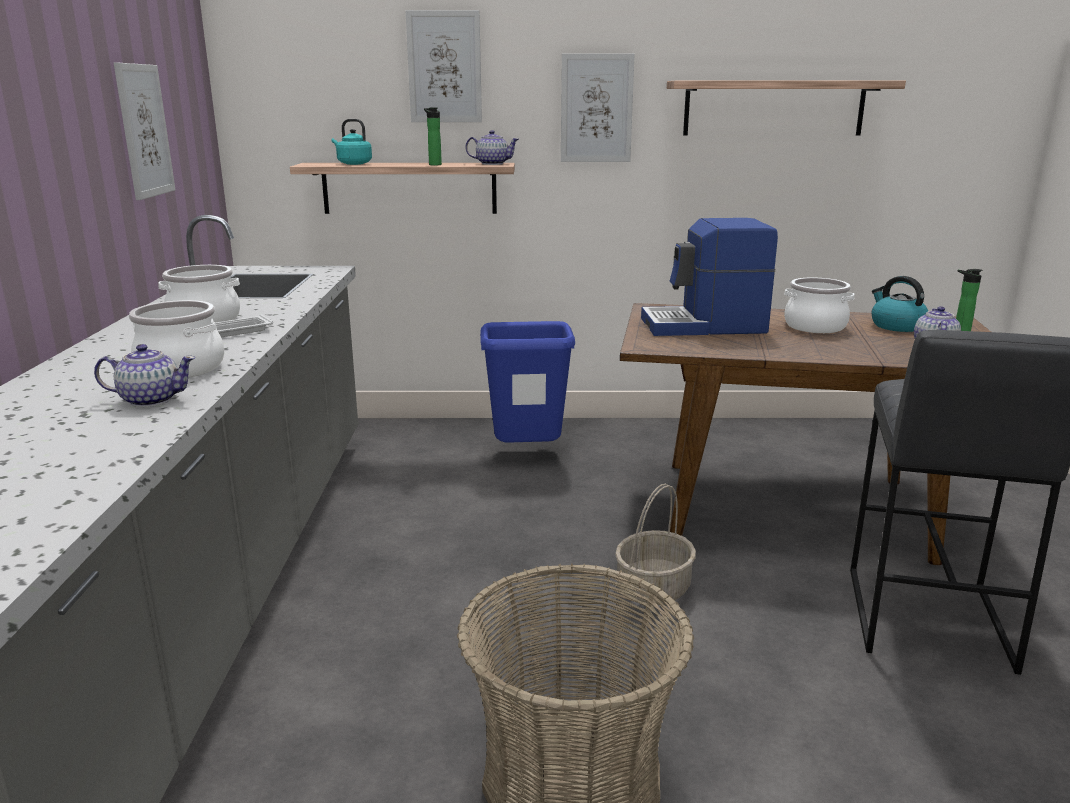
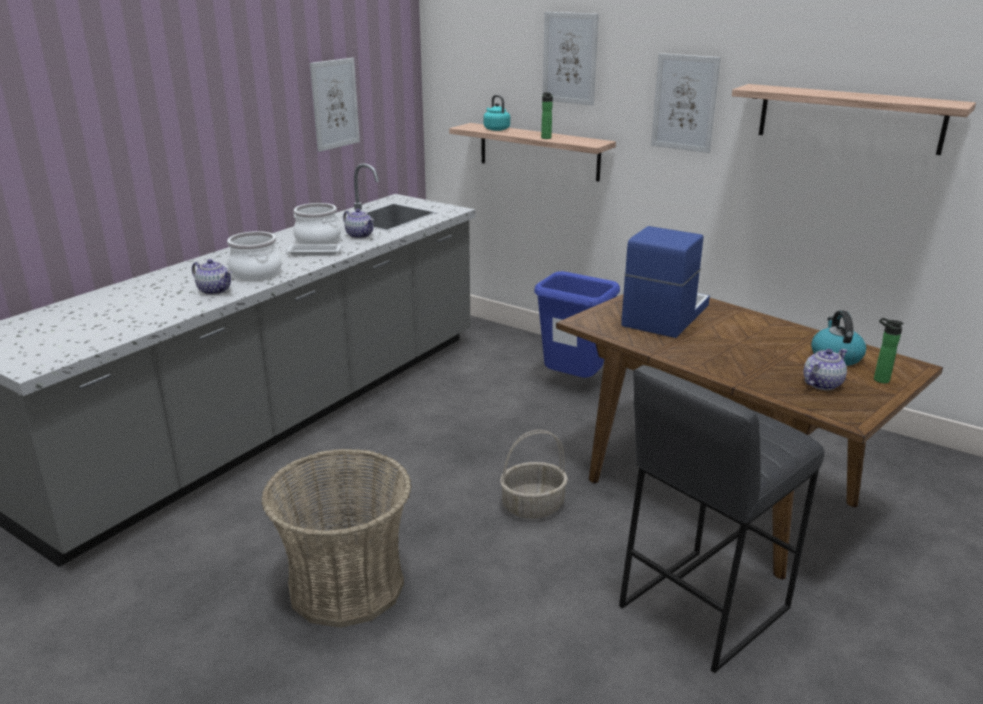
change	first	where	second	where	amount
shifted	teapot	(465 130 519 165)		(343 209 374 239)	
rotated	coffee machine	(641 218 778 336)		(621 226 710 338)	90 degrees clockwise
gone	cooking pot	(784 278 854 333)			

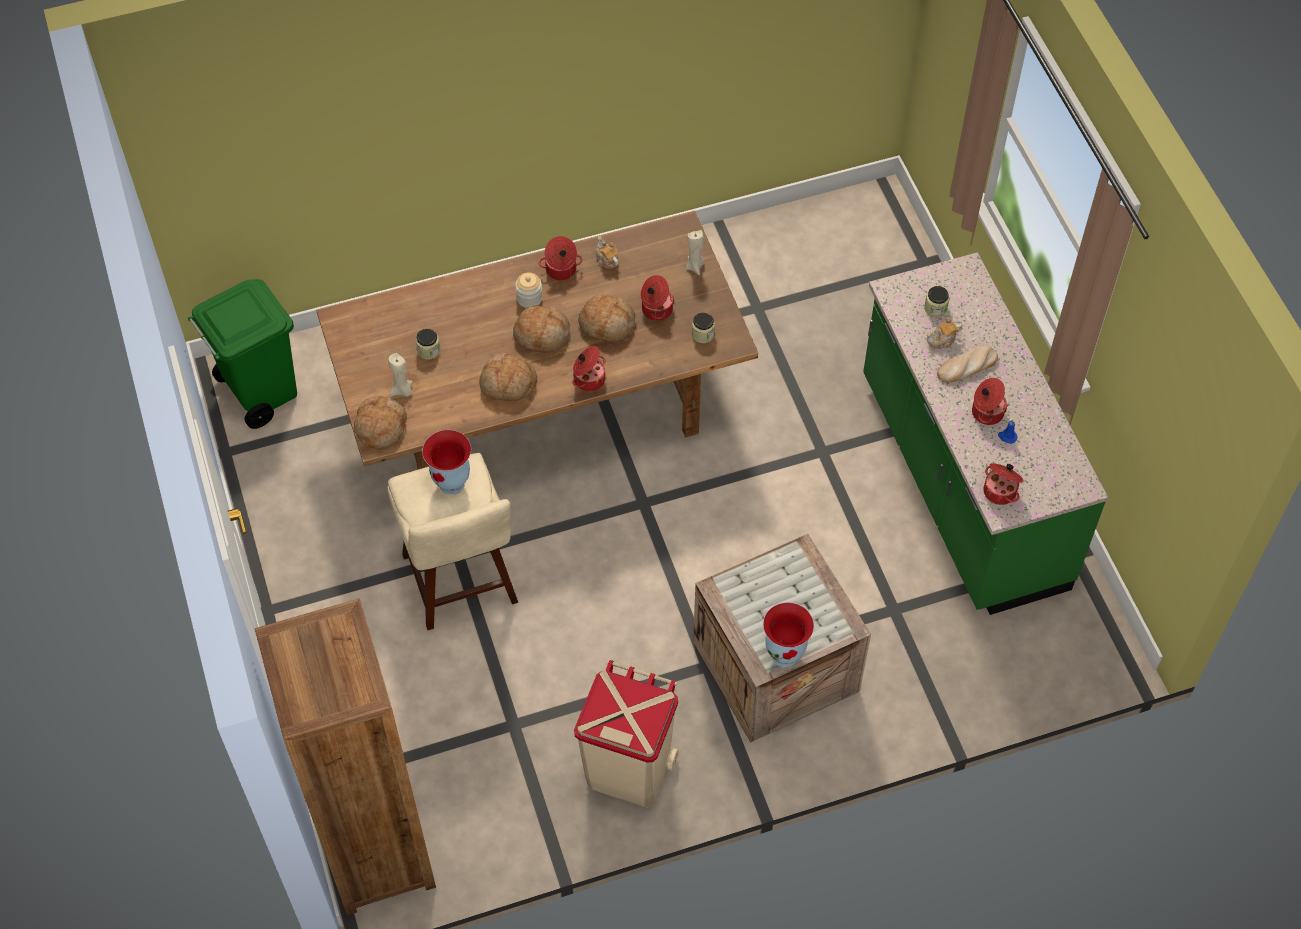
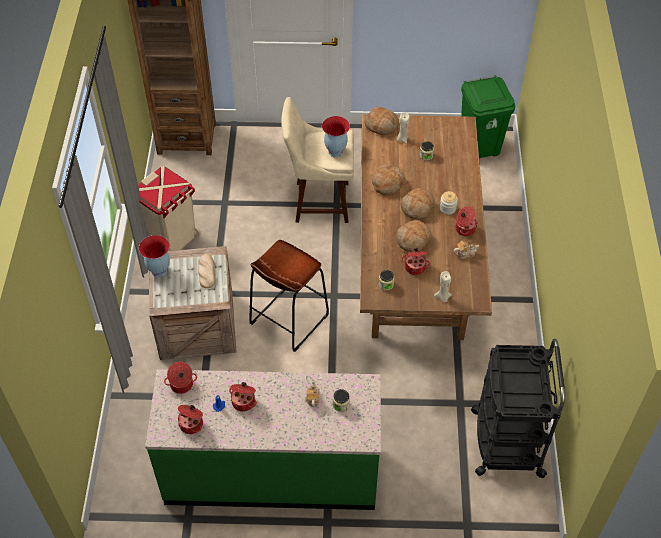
change	first	where	second	where	amount
shifted	cooking pot	(572 346 605 391)		(178 405 203 434)	
shifted	bread	(937 345 998 382)		(198 254 215 288)	
new			stool/brown	(249 240 329 352)	
new			cart/black	(471 339 565 478)	

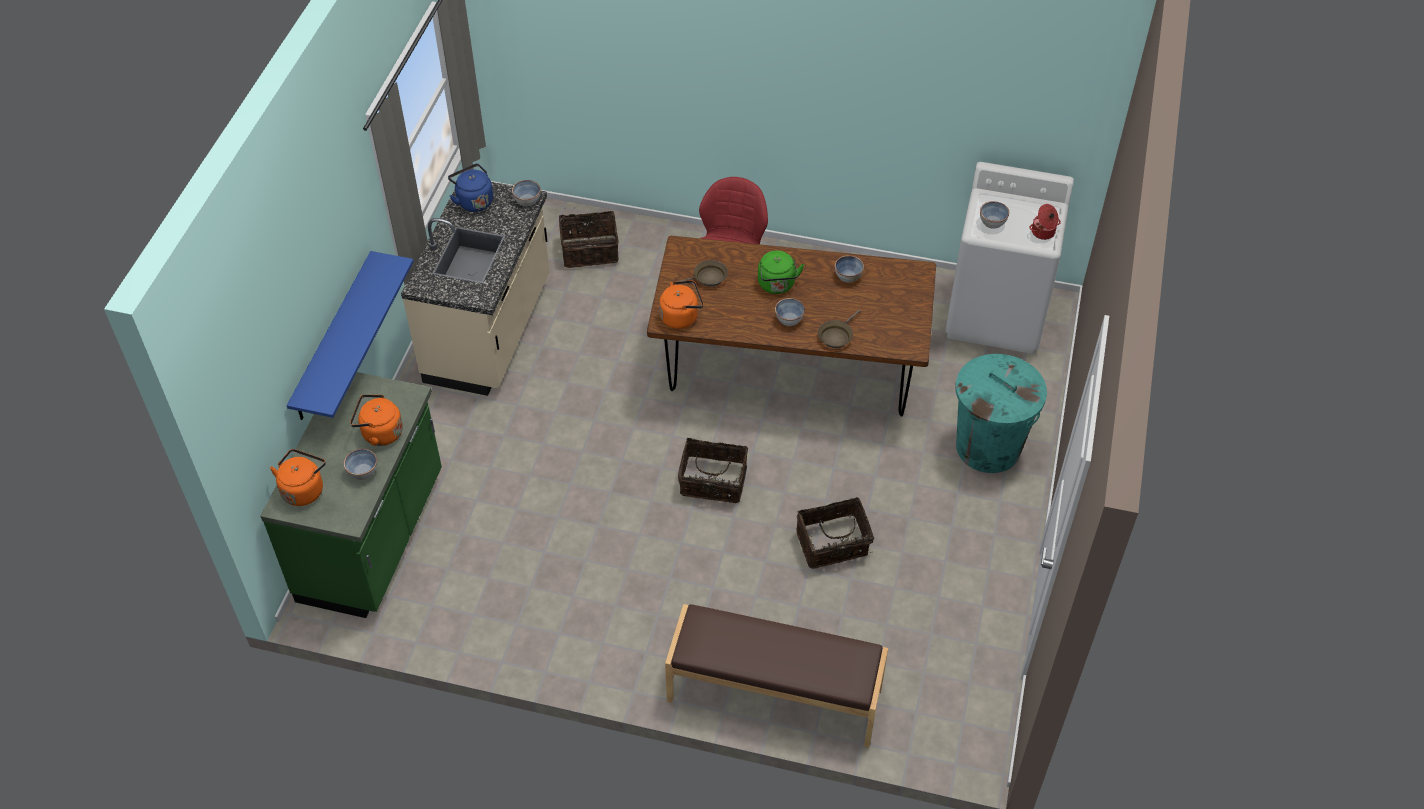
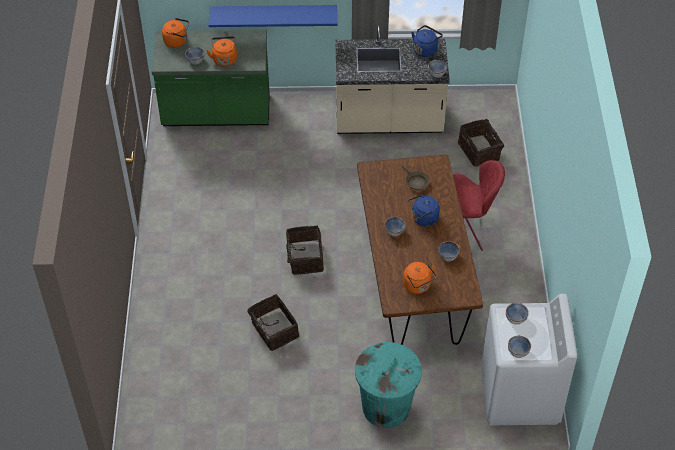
change	first	where	second	where	amount
shifted	kettle/orange	(659 280 703 329)		(403 262 437 294)	
repainted	kettle/green	(758 251 804 294)	kettle/blue	(408 194 440 226)	
swapped	cooking pot	(1029 204 1061 240)	bowl	(508 336 531 358)	
gone	bench/brown	(665 604 888 747)			
gone	frying pan/brown	(818 309 860 348)			

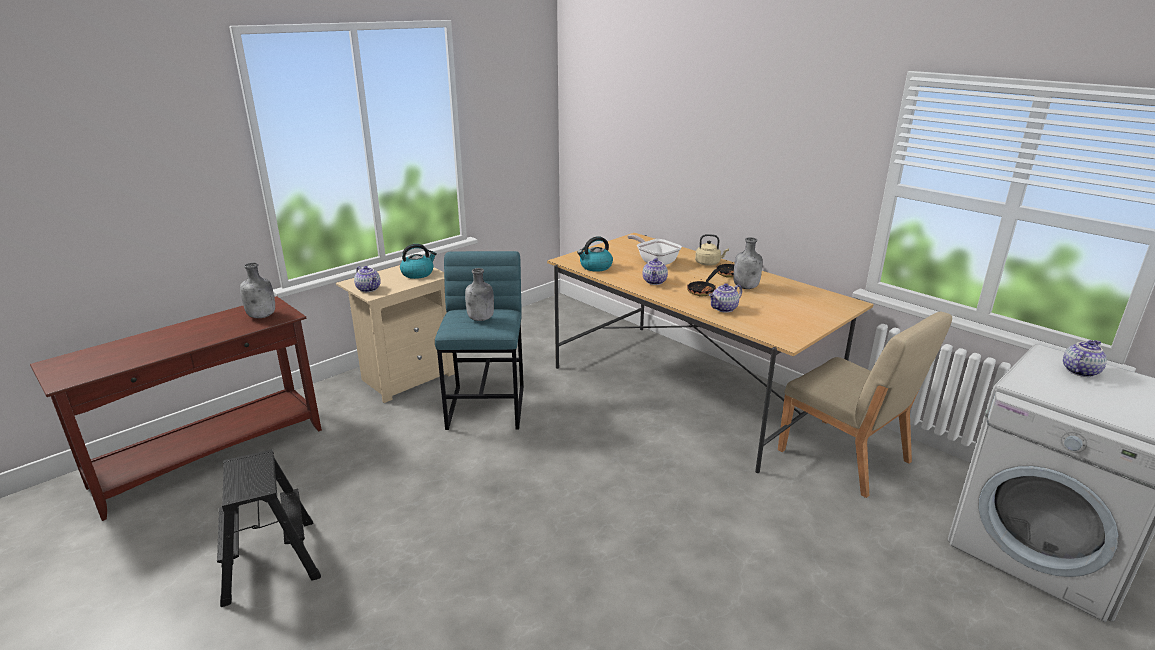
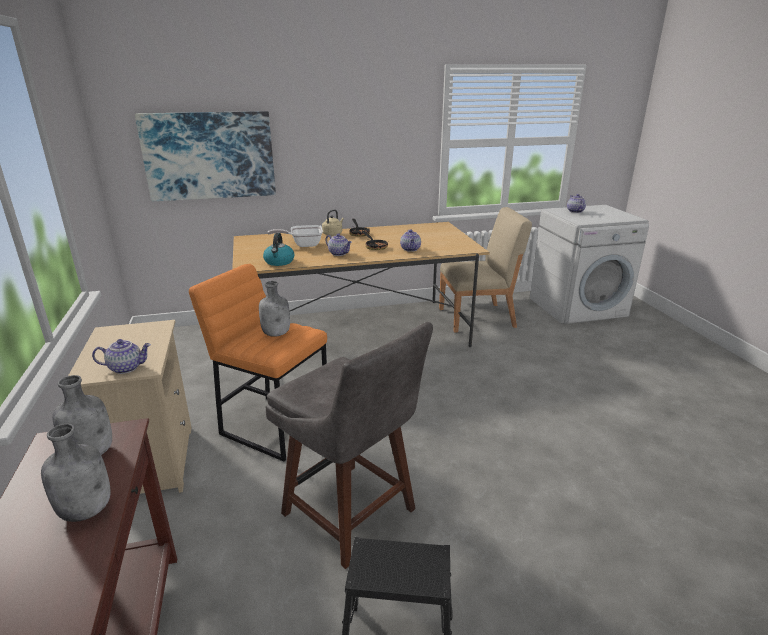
change	first	where	second	where	amount
shifted	bottle/grey	(733 237 763 289)		(41 424 111 522)	
new			picture	(135 111 276 201)	
repainted	stool/blue	(435 251 524 430)	stool/orange	(189 264 327 461)	
new			stool/grey	(266 322 433 569)	
gone	kettle	(400 244 437 279)			

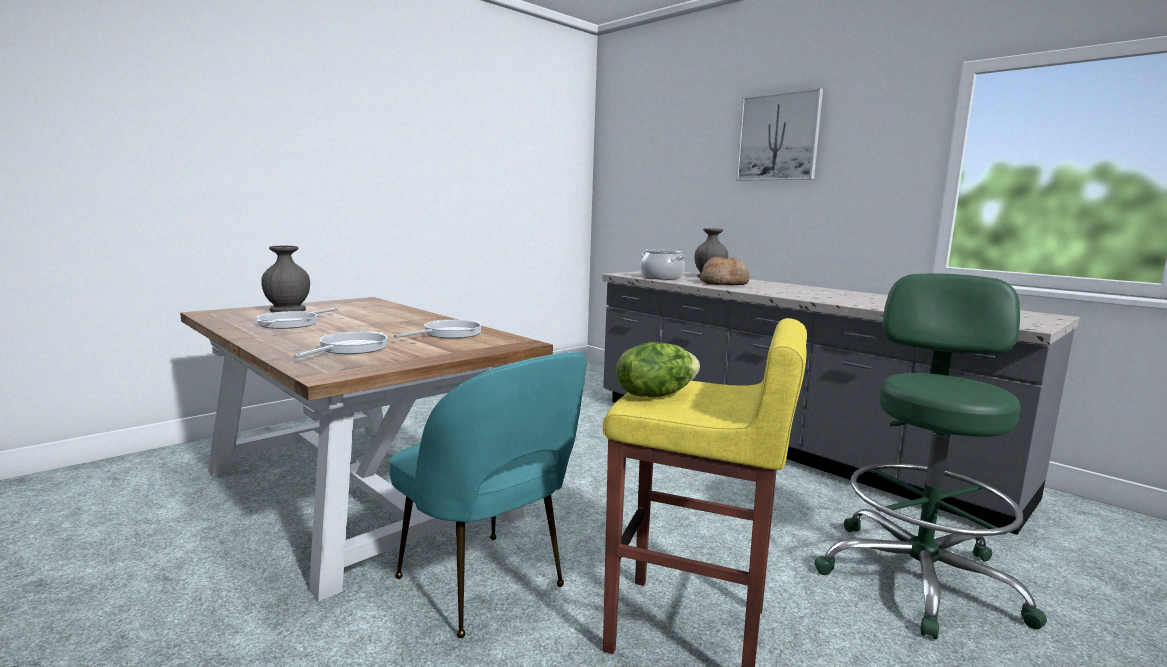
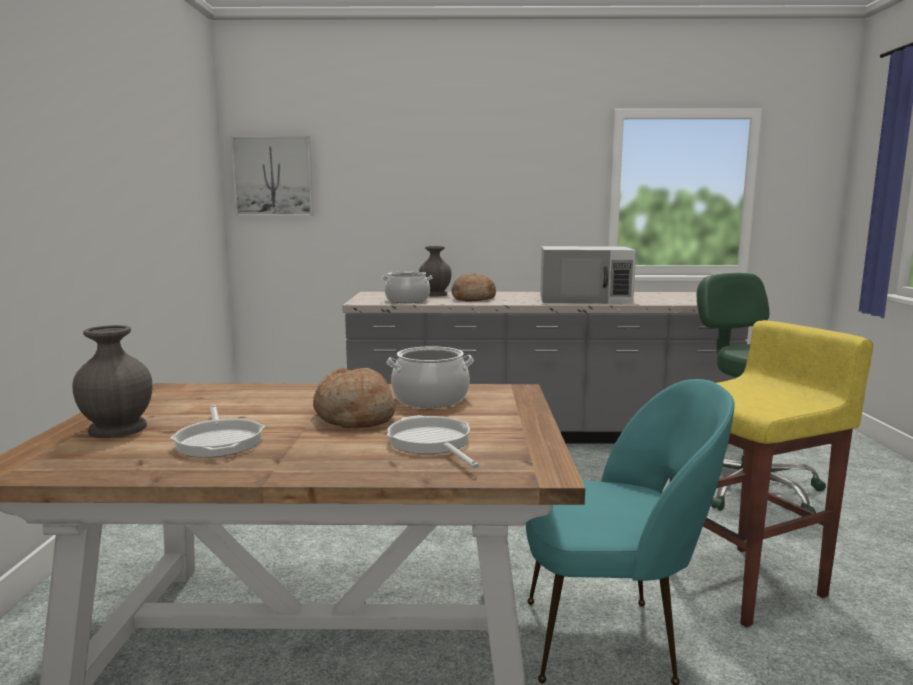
change	first	where	second	where	amount
shifted	picture	(736 88 823 181)		(230 136 314 216)	
new			bread	(313 368 395 428)	
swapped	frying pan	(394 320 482 338)	cooking pot	(386 346 474 408)	
new			microwave/white	(540 246 636 304)	
gone	lettuce	(616 342 700 398)			

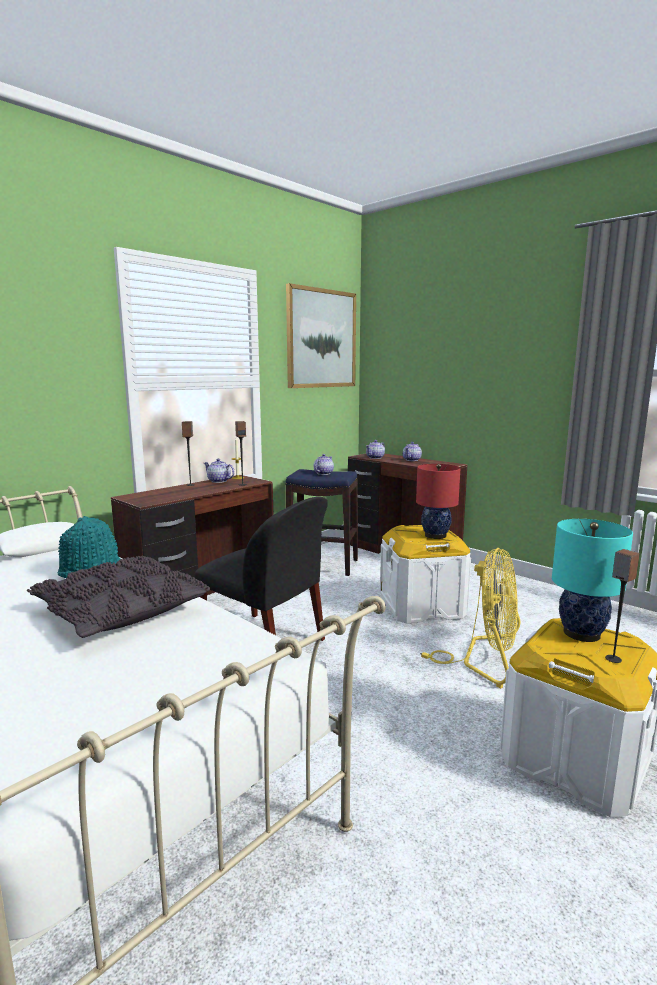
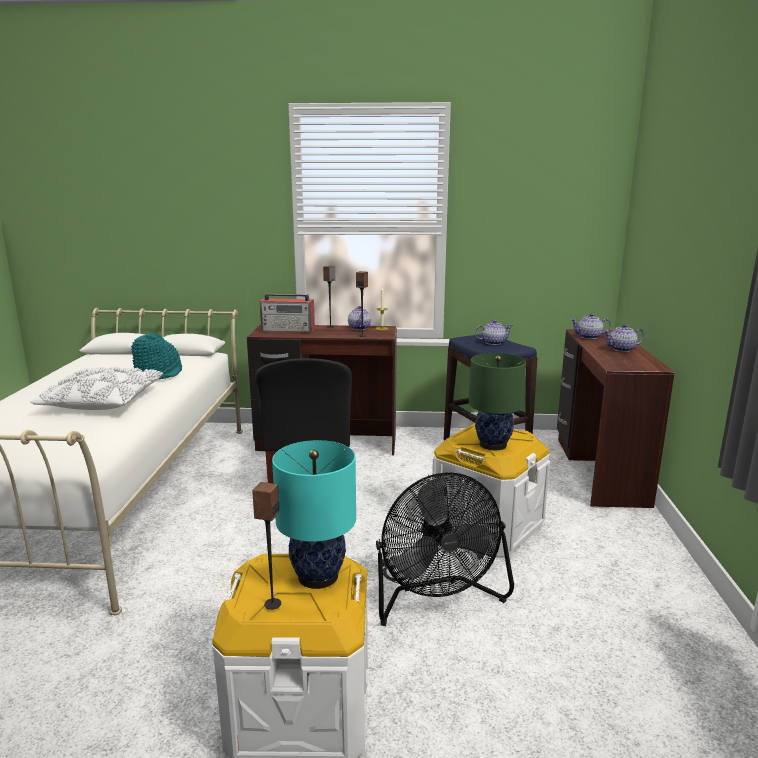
change	first	where	second	where	amount
repainted	pillow/black	(27 556 210 638)	pillow/white	(30 366 163 410)	
new			radio	(260 294 315 332)	
repainted	fan/yellow	(420 548 520 689)	fan/black	(376 472 514 626)	
repainted	table lamp/red	(416 464 460 539)	table lamp/green	(469 353 526 450)	
gone	picture	(286 283 356 388)			

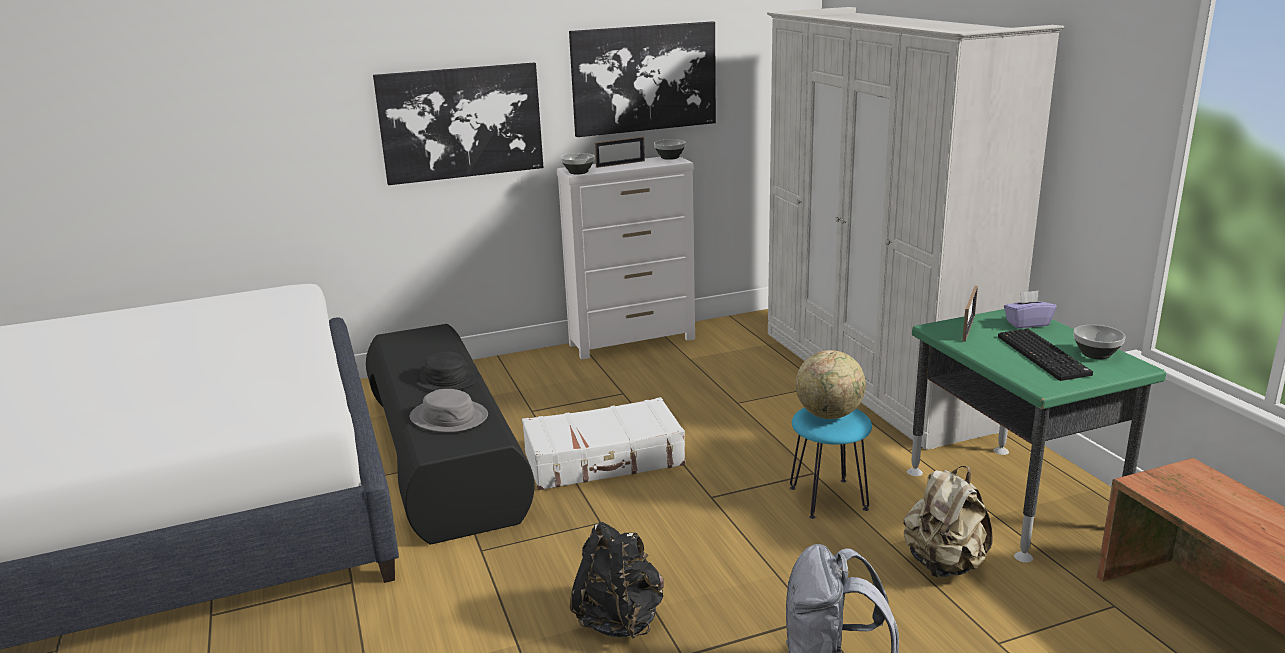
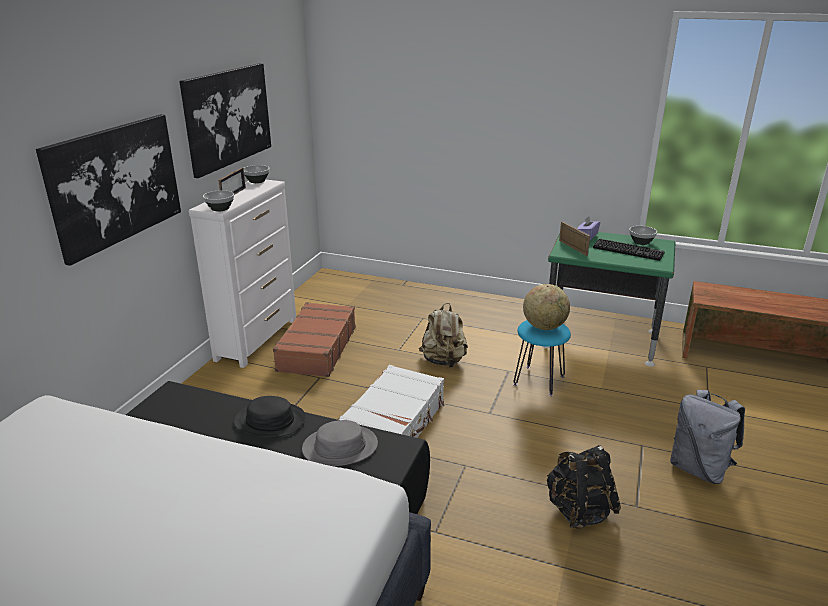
change	first	where	second	where	amount
new			suitcase/brown	(273 302 356 377)	
shifted	backpack/beige	(904 466 992 578)		(419 303 468 368)	
gone	wardrobe/white	(767 7 1064 450)			

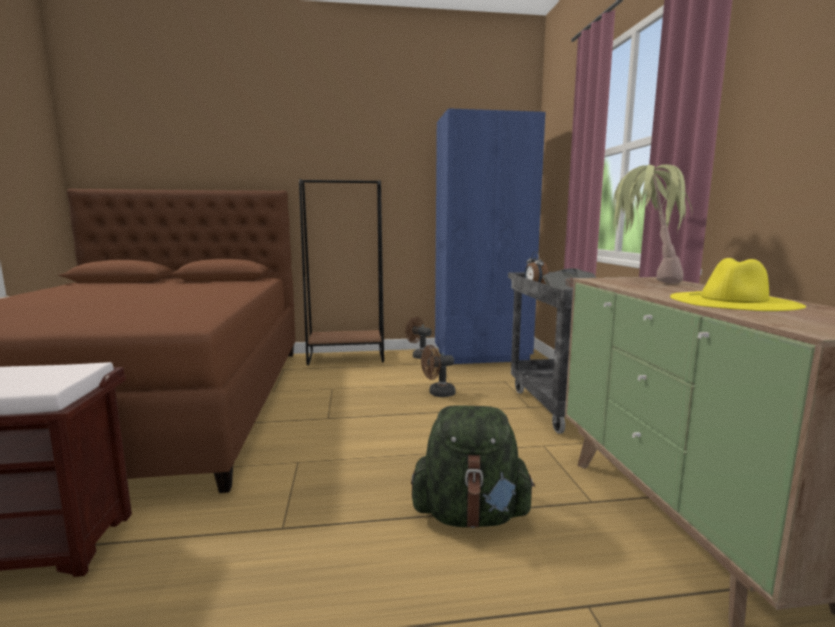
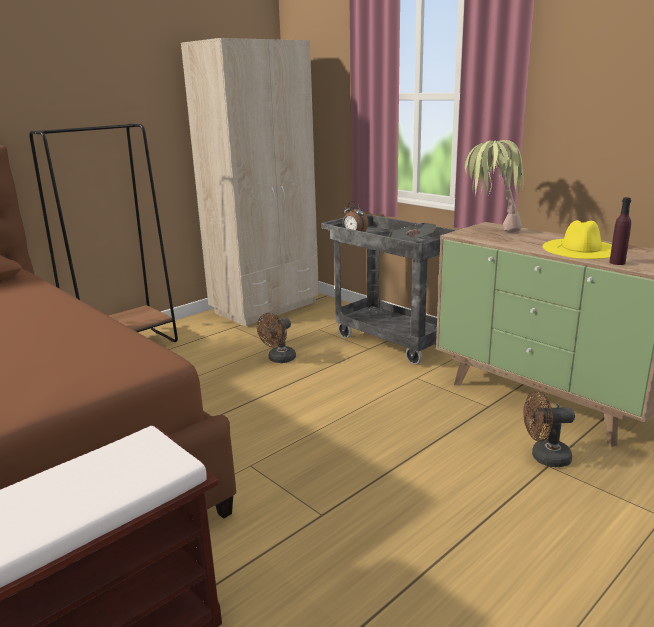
change	first	where	second	where	amount
repainted	wardrobe/blue	(435 108 545 364)	wardrobe/beige	(181 38 319 327)	
shifted	fan/brown	(405 317 433 359)		(523 391 575 467)	
new			bottle/purple	(609 197 631 265)	
gone	backpack/green	(411 405 535 528)			

